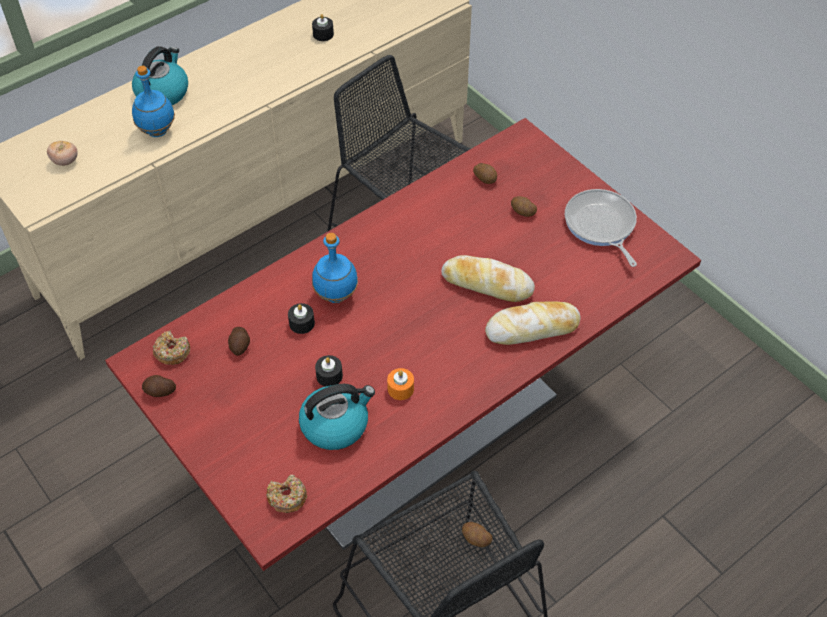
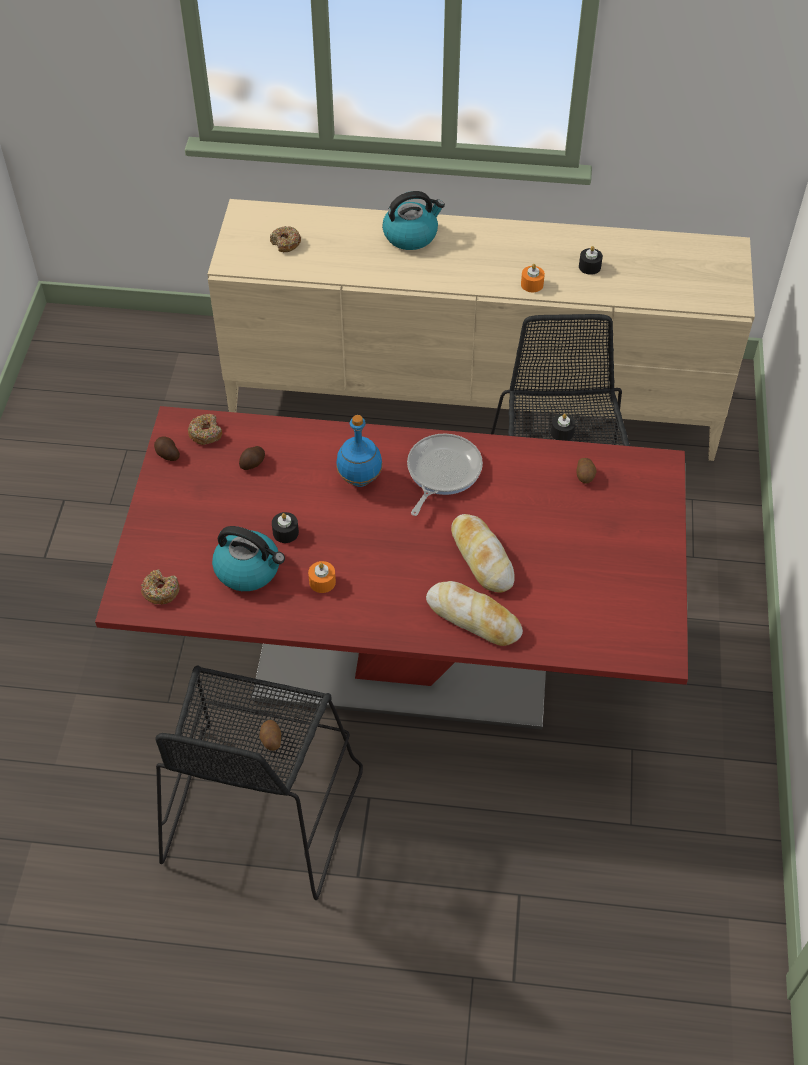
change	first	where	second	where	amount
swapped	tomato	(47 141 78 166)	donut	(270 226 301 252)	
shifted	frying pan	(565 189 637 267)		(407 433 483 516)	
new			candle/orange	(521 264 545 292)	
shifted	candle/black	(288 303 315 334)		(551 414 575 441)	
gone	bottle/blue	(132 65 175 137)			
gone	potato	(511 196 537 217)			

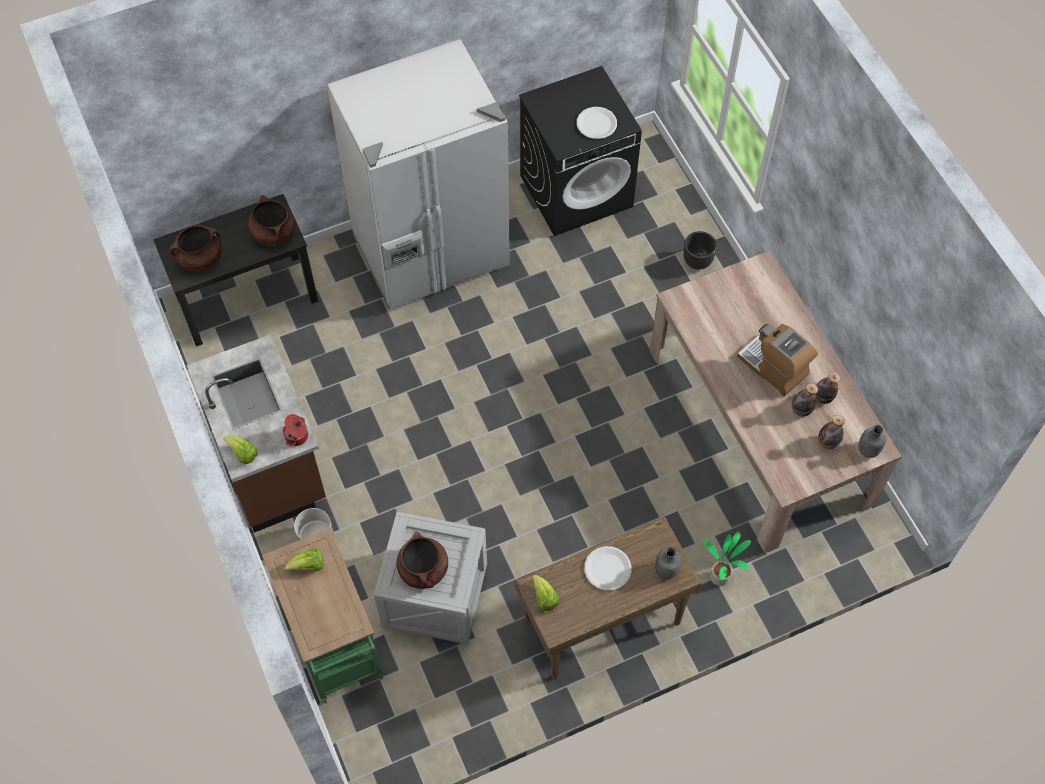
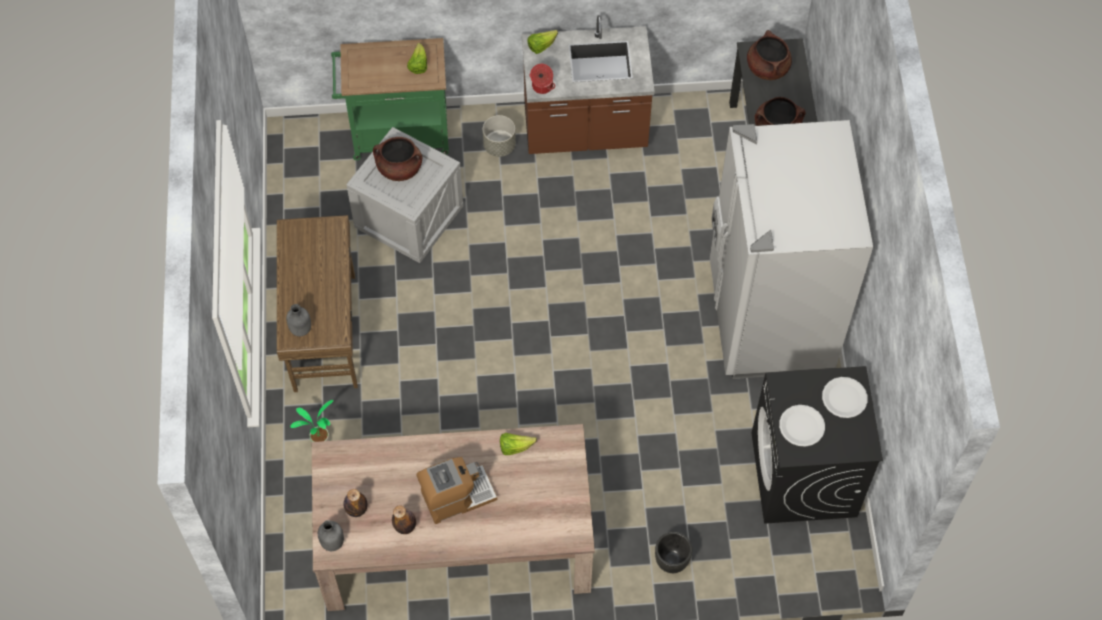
change	first	where	second	where	amount
shifted	lettuce	(532 575 560 611)		(500 433 537 455)	
shifted	plate/white	(585 546 631 590)		(822 377 868 418)	
gone	bottle	(792 383 818 417)			

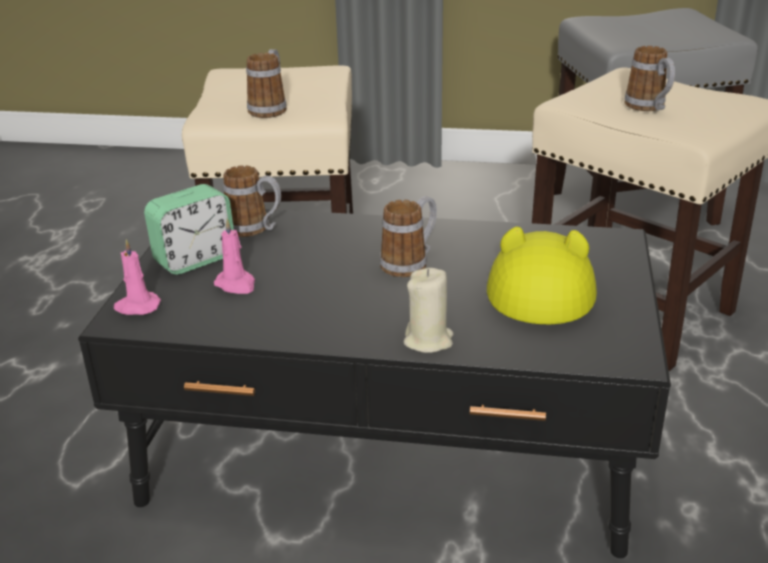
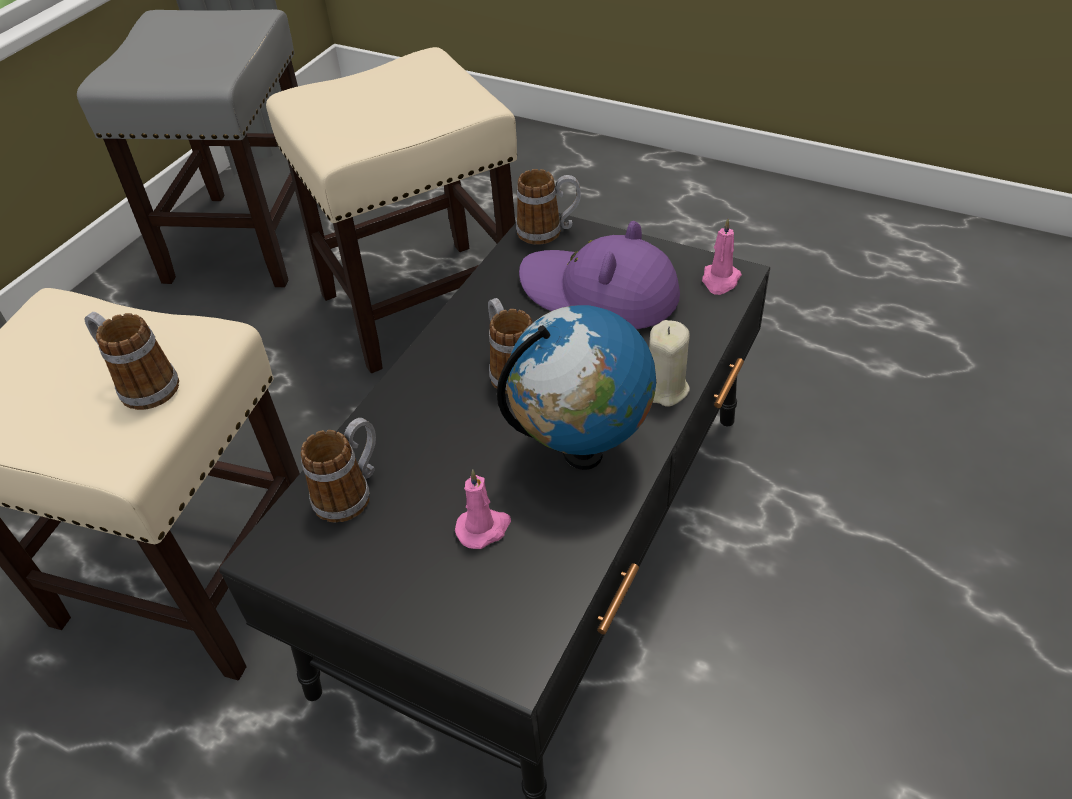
change	first	where	second	where	amount
new			globe	(497 305 656 470)	
shifted	mug	(624 46 675 111)		(516 169 581 245)	
repainted	hat/yellow	(487 226 597 324)	hat/purple	(519 221 680 329)	
shifted	candle/pink	(114 239 161 315)		(702 218 742 295)	
gone	alarm clock	(144 184 234 275)			

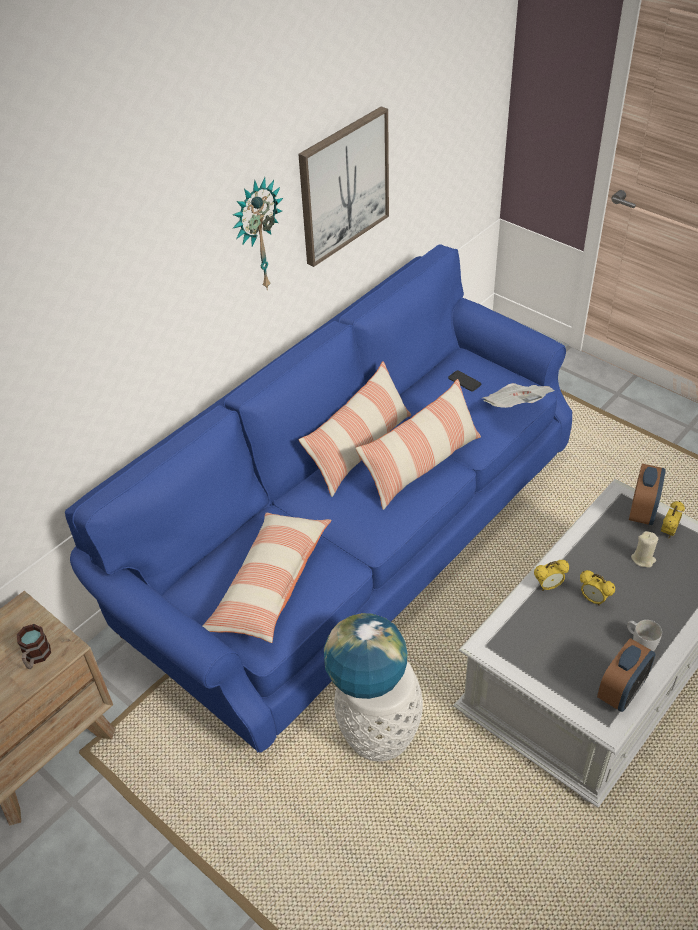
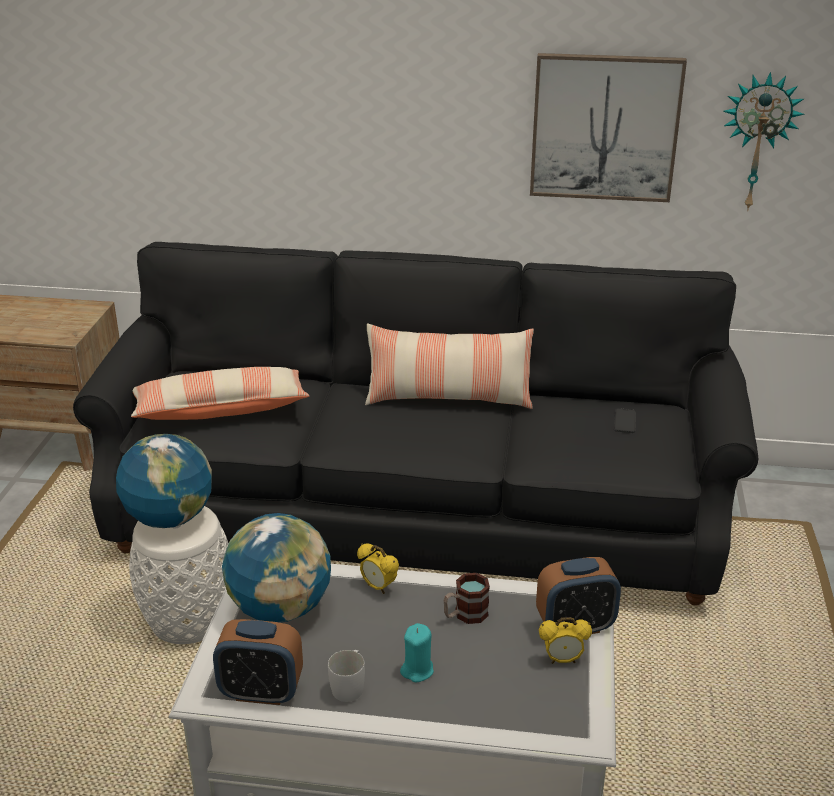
change	first	where	second	where	amount
repainted	sofa/blue	(65 244 572 752)	sofa/black	(73 242 759 606)	
new			globe	(222 513 331 623)	
new			candle/turquoise	(400 623 434 682)	
shifted	mug	(17 624 51 669)		(443 573 490 624)	
shifted	wall clock	(233 177 283 291)		(723 72 805 211)	
gone	pillow	(356 379 481 510)			
gone	newspaper	(482 383 554 408)			
gone	alarm clock	(580 570 615 606)			
gone	candle/beige	(631 531 658 568)			

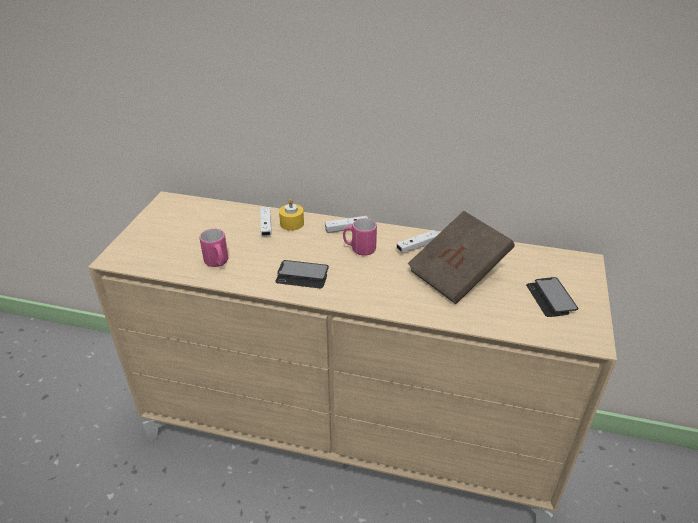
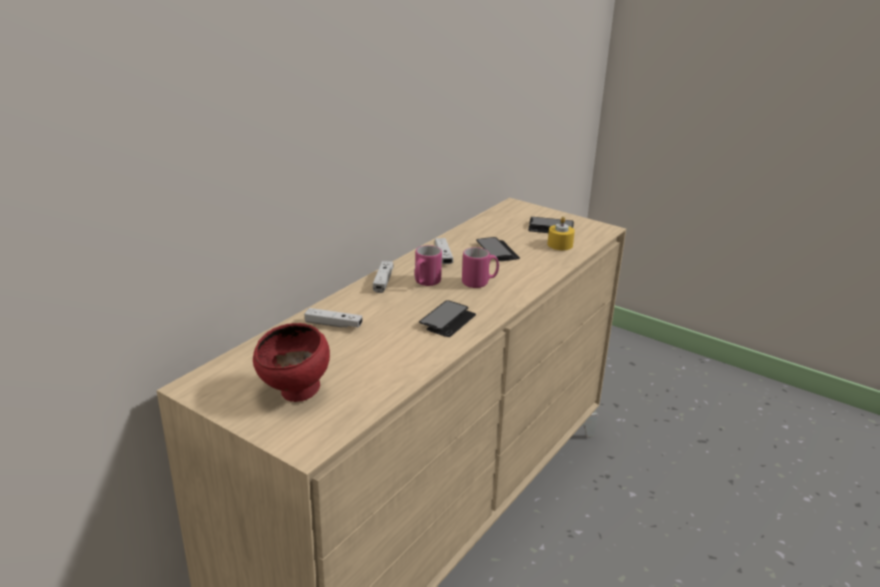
change	first	where	second	where	amount
new			bowl/red	(253 323 330 402)	
shifted	mug/pink	(200 229 228 267)		(462 247 499 288)	
swapped	book/brown	(408 211 515 304)	phone	(476 237 520 261)	
shifted	candle/yellow	(279 199 304 231)		(548 217 575 250)	

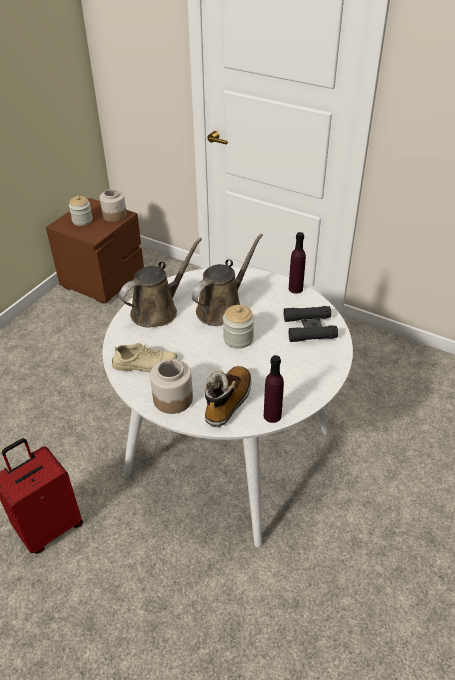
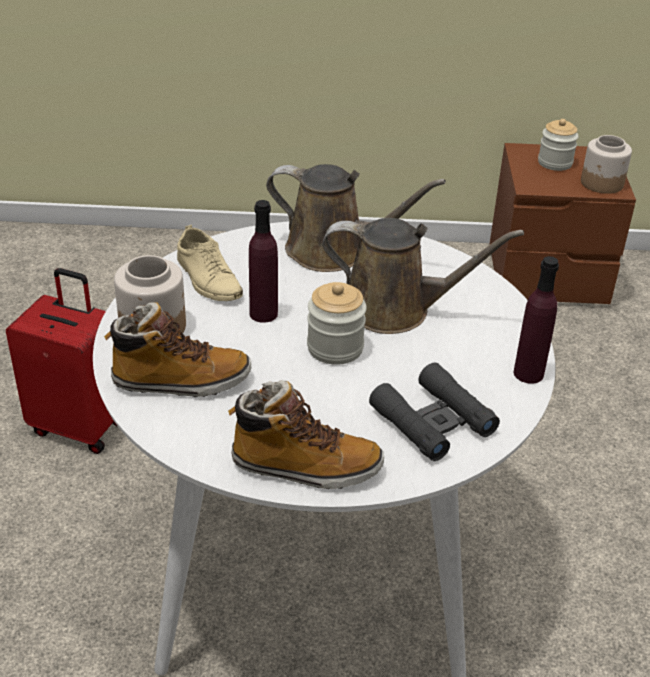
change	first	where	second	where	amount
new			boot	(228 380 384 489)	
shifted	bottle/purple	(264 355 284 423)		(249 200 278 323)	

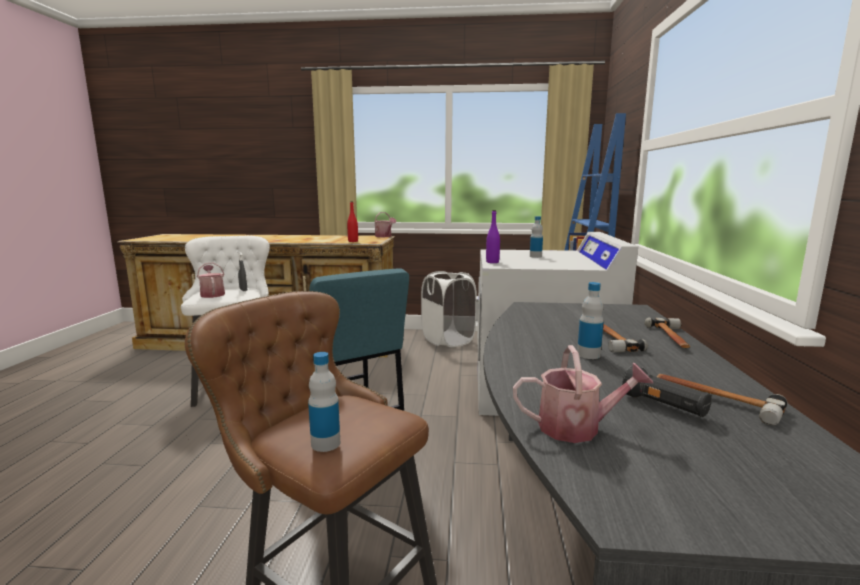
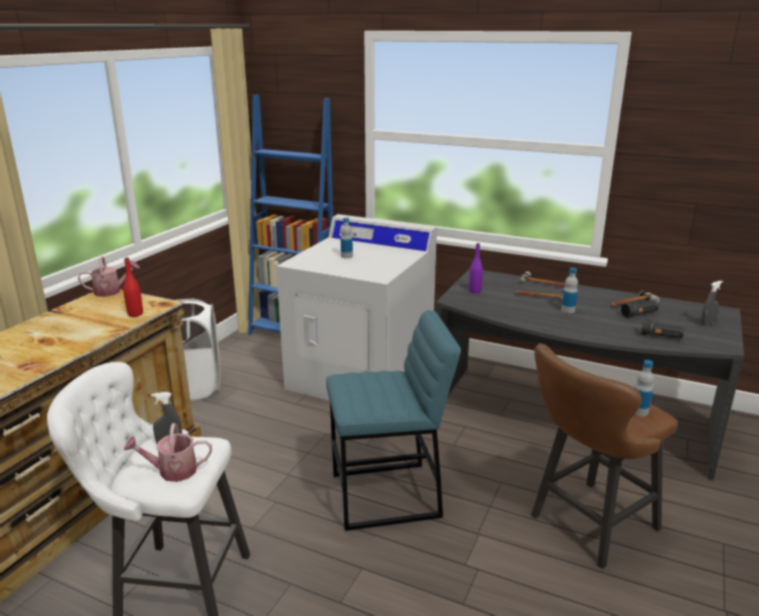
change	first	where	second	where	amount
shifted	bottle/purple	(486 210 500 263)		(469 243 483 293)	
swapped	watering can	(513 345 654 443)	flashlight/black	(641 319 684 339)	
new			spray bottle/grey	(701 281 723 326)	

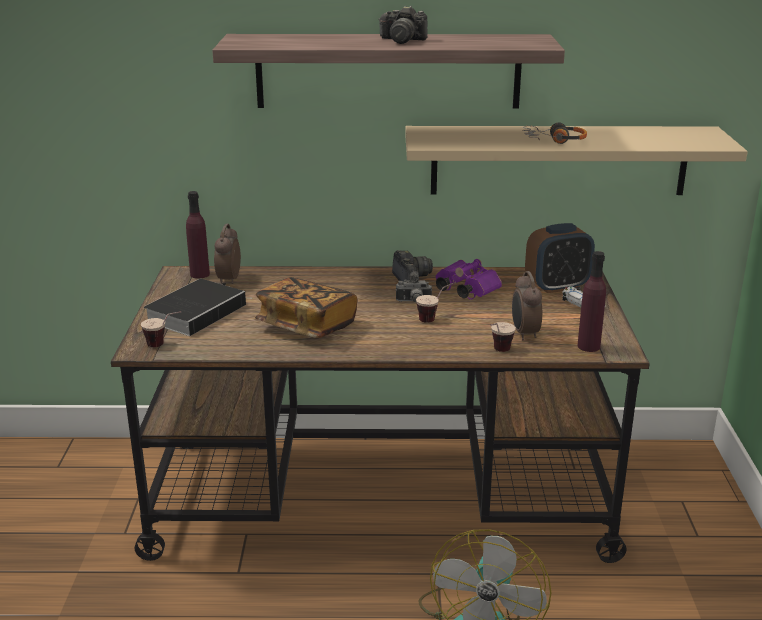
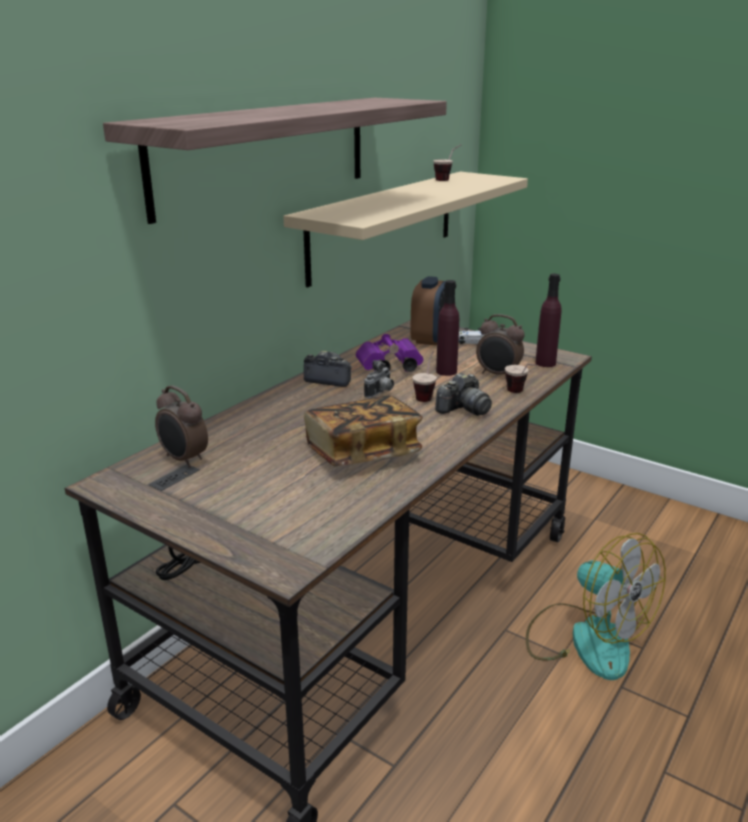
change	first	where	second	where	amount
shifted	cup	(141 311 181 347)		(433 145 461 181)	
shifted	photo camera	(378 6 427 44)		(435 373 492 416)	
shifted	bottle/purple	(186 191 210 279)		(436 280 459 376)	
gone	book	(144 279 252 336)			
gone	headphones	(522 122 587 144)			

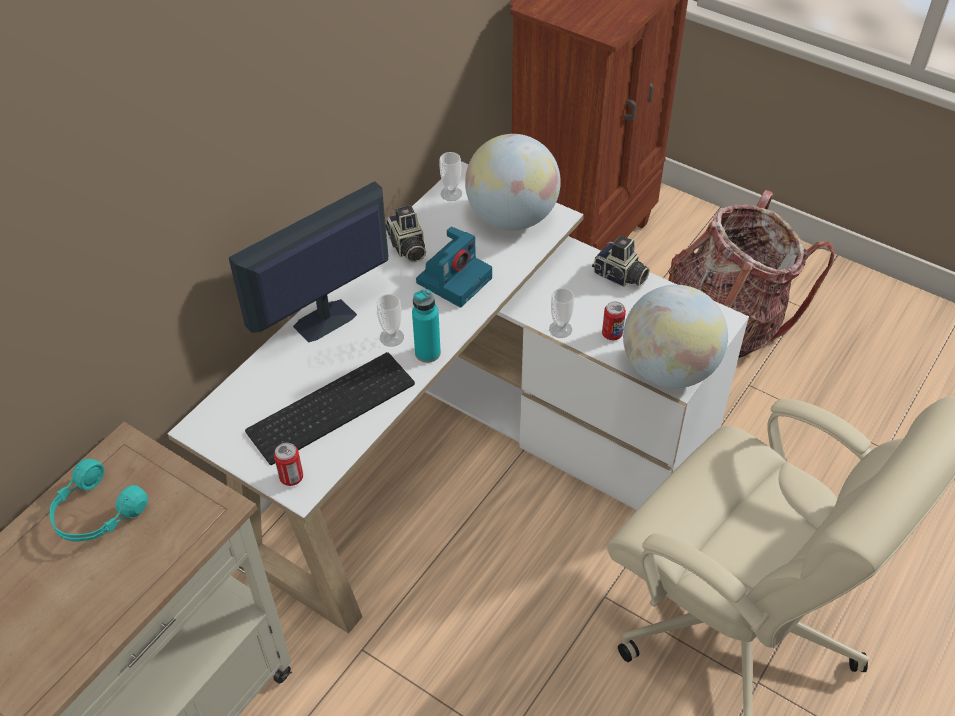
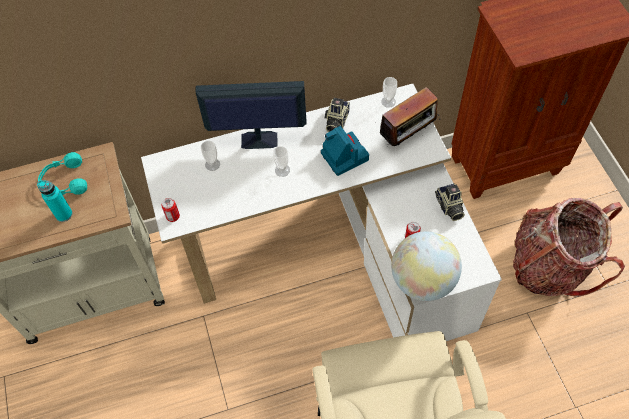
change	first	where	second	where	amount
shifted	bottle/turquoise	(412 289 441 363)		(37 180 73 222)	
shifted	cup	(549 288 574 338)		(201 141 220 171)	
rotated	photo camera	(416 227 492 307)		(321 126 369 176)	105 degrees counterclockwise
swapped	globe	(465 134 561 230)	radio	(380 87 439 146)	
gone	keyboard	(245 352 415 465)			

